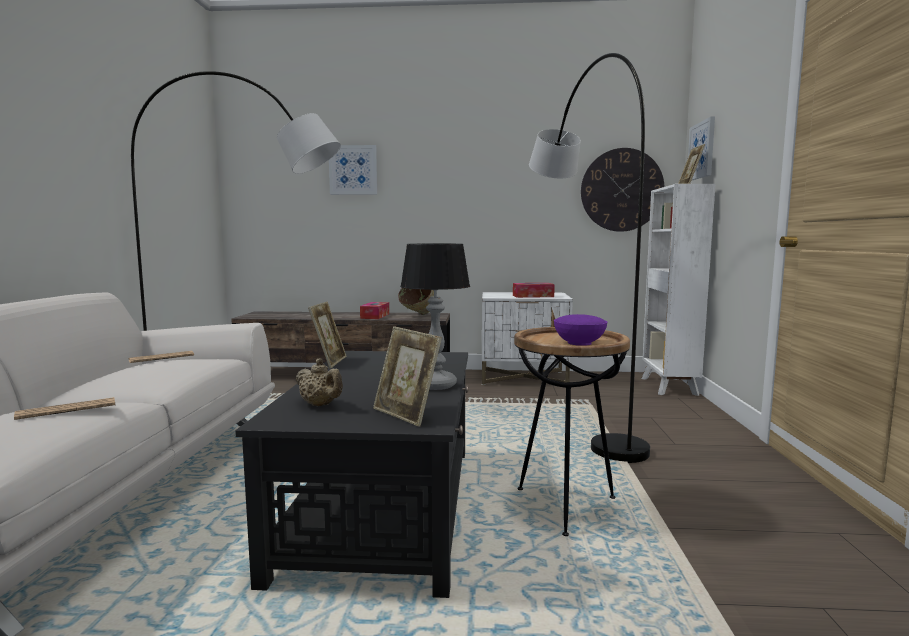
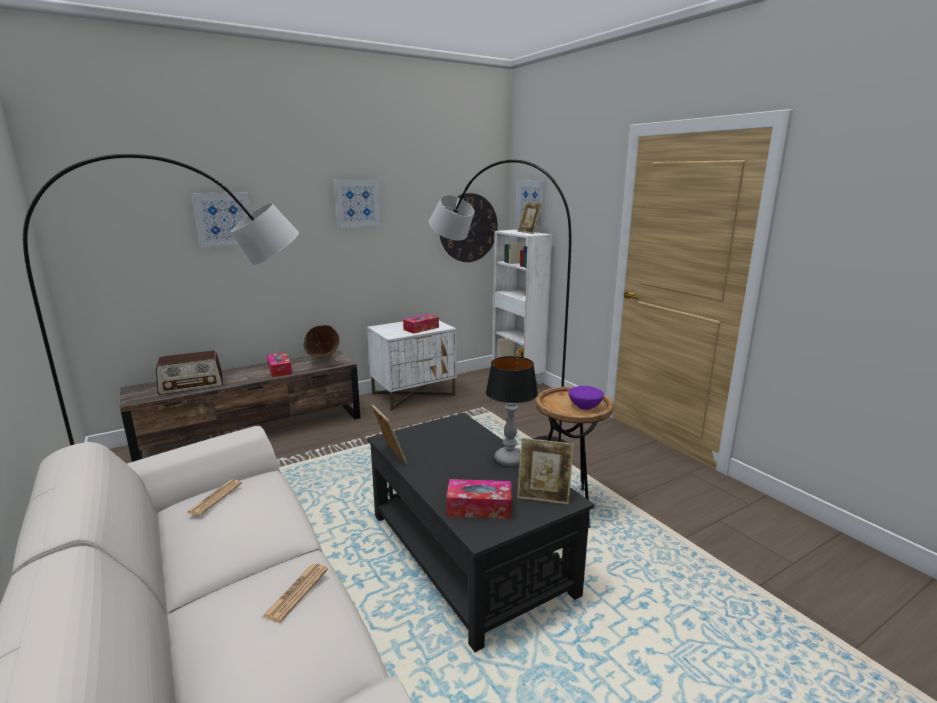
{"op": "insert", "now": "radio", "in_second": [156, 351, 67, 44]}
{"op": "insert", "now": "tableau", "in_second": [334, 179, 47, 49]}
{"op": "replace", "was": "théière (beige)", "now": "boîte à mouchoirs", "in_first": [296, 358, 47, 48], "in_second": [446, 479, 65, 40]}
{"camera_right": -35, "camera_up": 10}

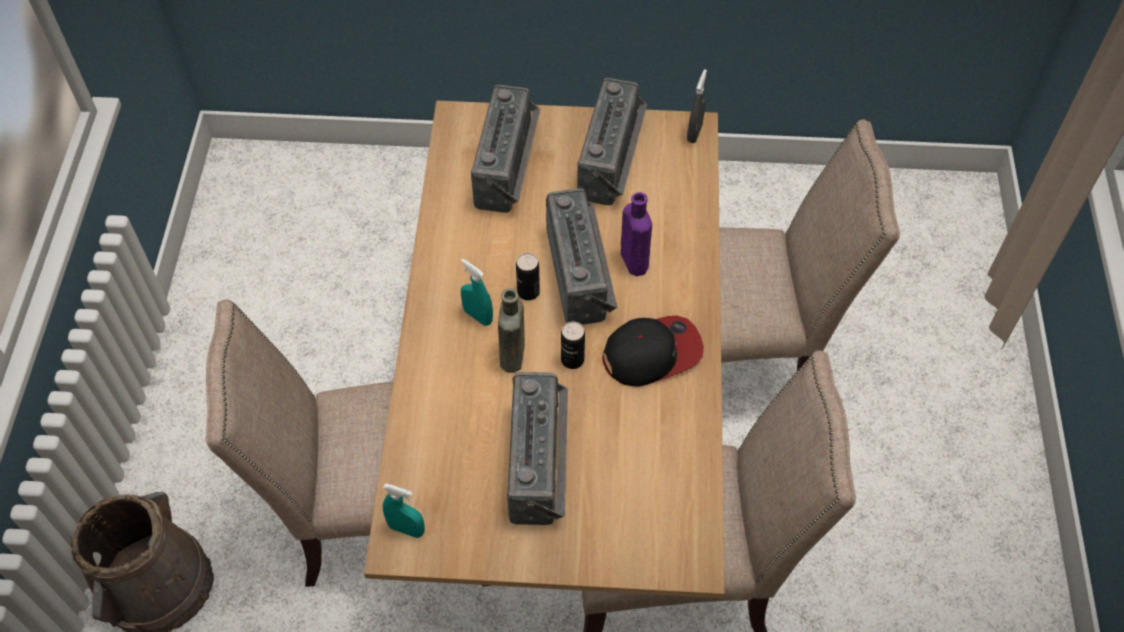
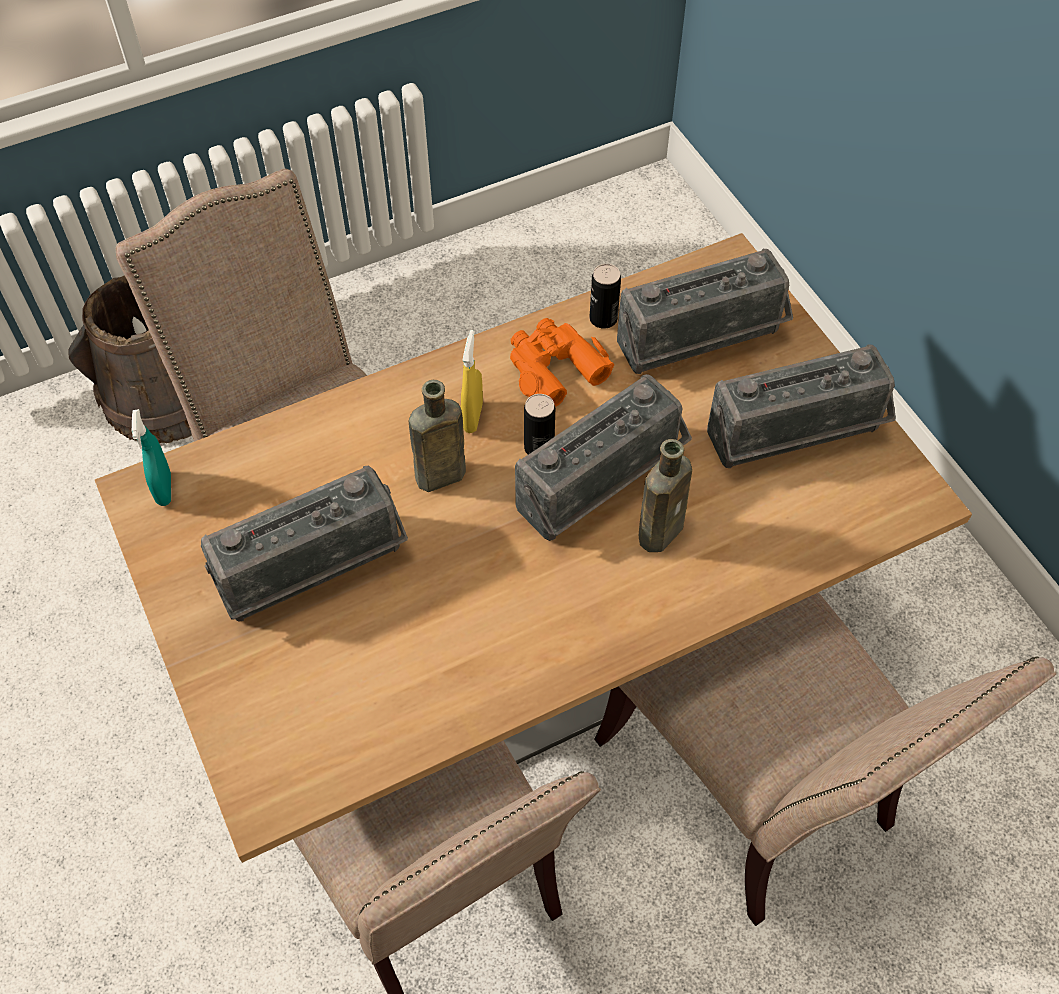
{"op": "delete", "was": "casquette", "in_first": [602, 316, 102, 71]}
{"op": "delete", "was": "vaporisateur (gris)", "in_first": [687, 69, 20, 74]}
{"op": "insert", "now": "jumelles (orange)", "in_second": [510, 318, 105, 89]}
{"op": "move", "was": "boîte métallique", "in_first": [561, 321, 24, 48], "in_second": [589, 264, 32, 65]}
{"op": "recolor", "was": "vaporisateur (turquoise)", "now": "vaporisateur (jaune)", "in_first": [461, 258, 32, 68], "in_second": [461, 330, 22, 103]}
{"op": "recolor", "was": "bouteille (violet)", "now": "bouteille (marron)", "in_first": [621, 192, 31, 84], "in_second": [639, 439, 53, 113]}
{"camera_right": 60, "camera_up": 0}

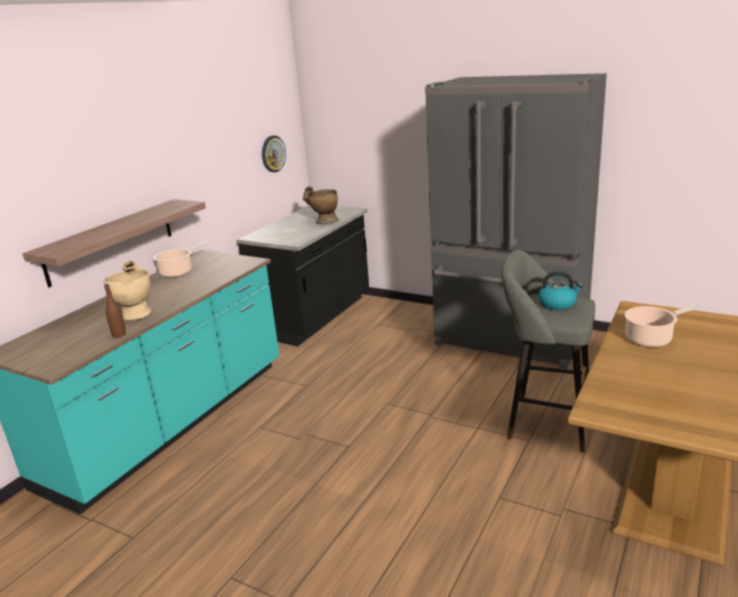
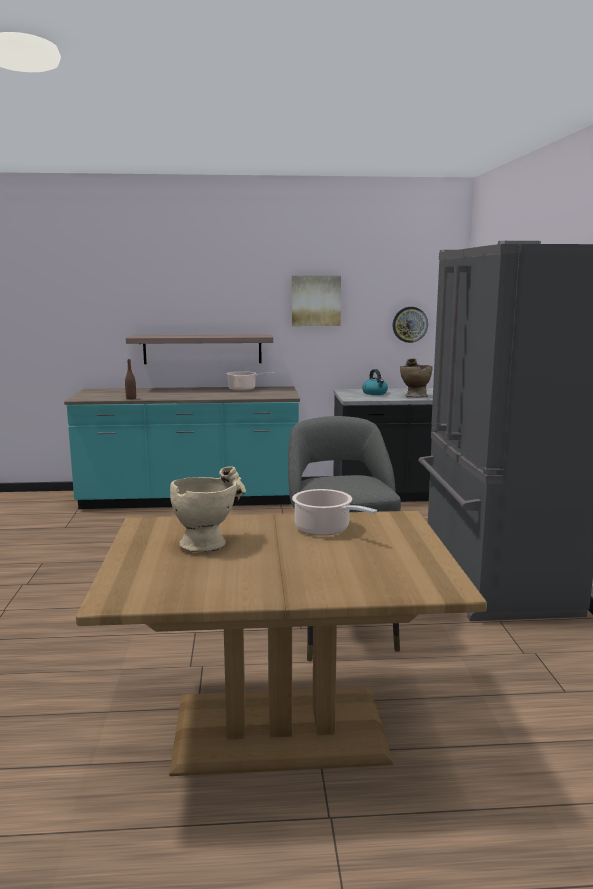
{"op": "insert", "now": "tableau", "in_second": [292, 276, 49, 50]}
{"op": "move", "was": "vase (beige)", "in_first": [103, 260, 48, 60], "in_second": [170, 466, 76, 86]}
{"op": "move", "was": "bouilloire", "in_first": [538, 271, 45, 39], "in_second": [362, 369, 26, 26]}
{"camera_right": 55, "camera_up": -10}

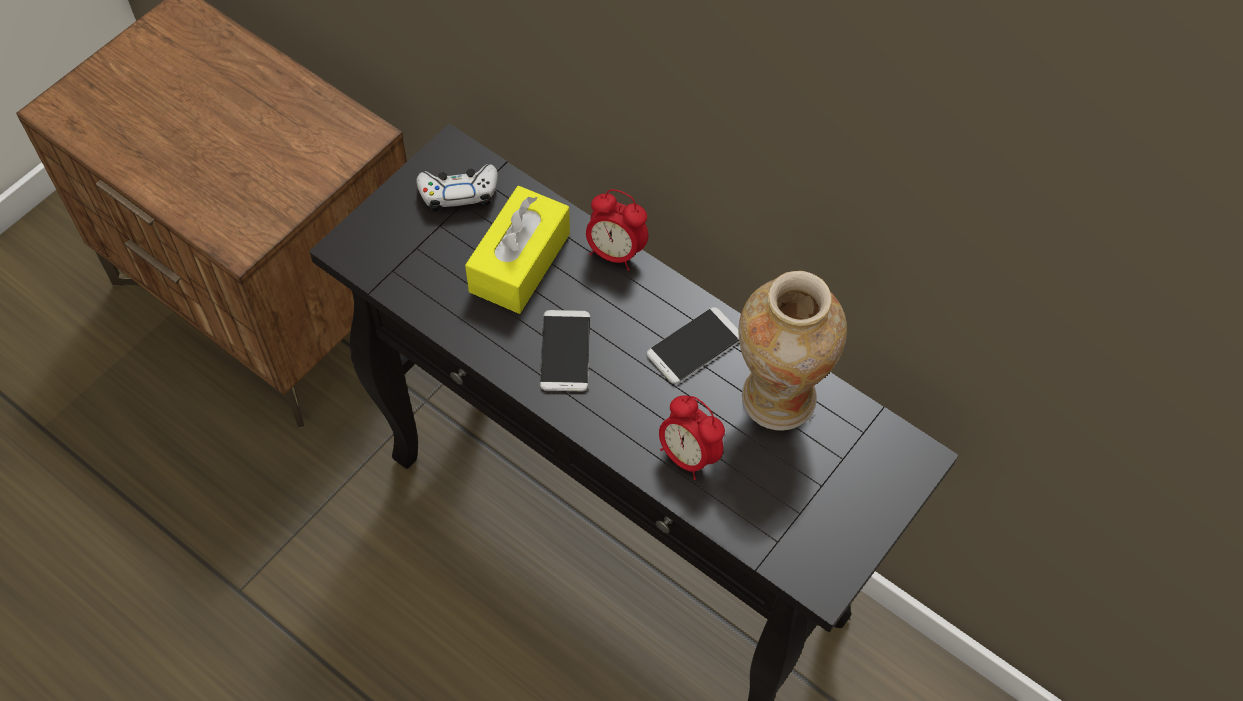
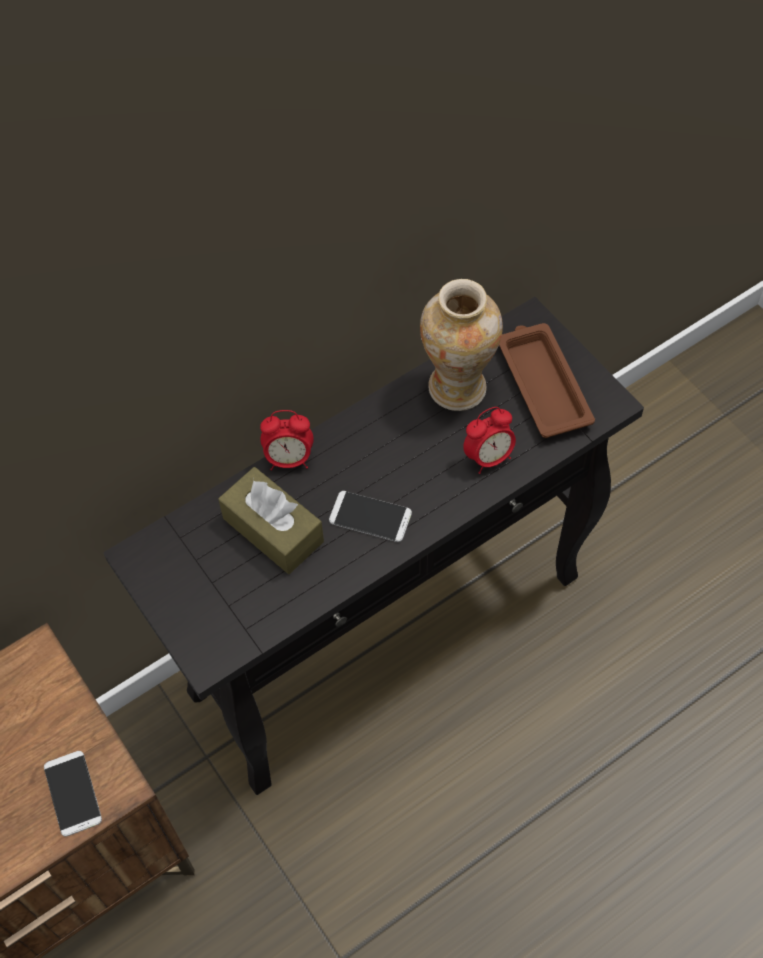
{"op": "delete", "was": "manette (blanc)", "in_first": [416, 164, 82, 48]}
{"op": "insert", "now": "plateau (marron)", "in_second": [499, 323, 96, 115]}
{"op": "move", "was": "téléphone", "in_first": [647, 307, 92, 77], "in_second": [44, 751, 58, 86]}
{"op": "recolor", "was": "boîte à mouchoirs (jaune)", "now": "boîte à mouchoirs (marron)", "in_first": [465, 186, 105, 128], "in_second": [218, 467, 106, 107]}
{"op": "rotate", "was": "réveil", "in_first": [586, 189, 62, 82], "in_second": [260, 410, 54, 61], "clockwise": 45}
{"camera_right": -70, "camera_up": 0}

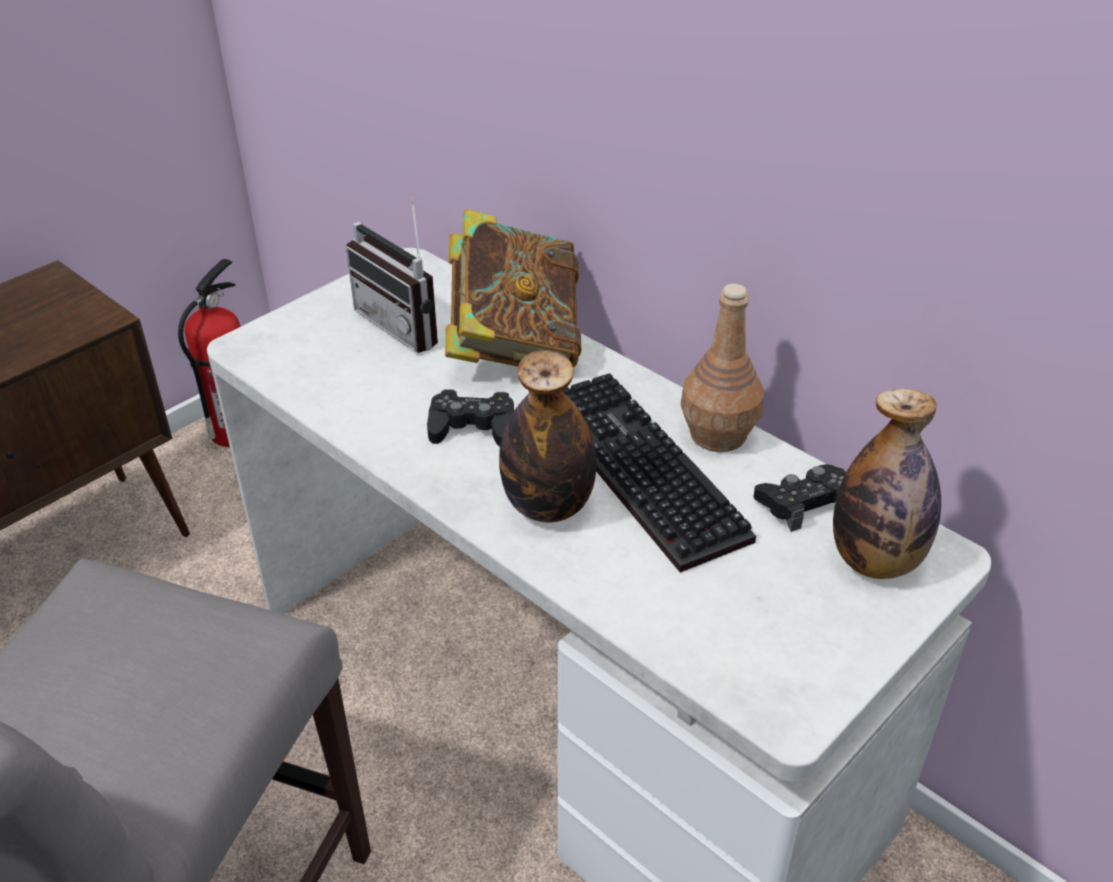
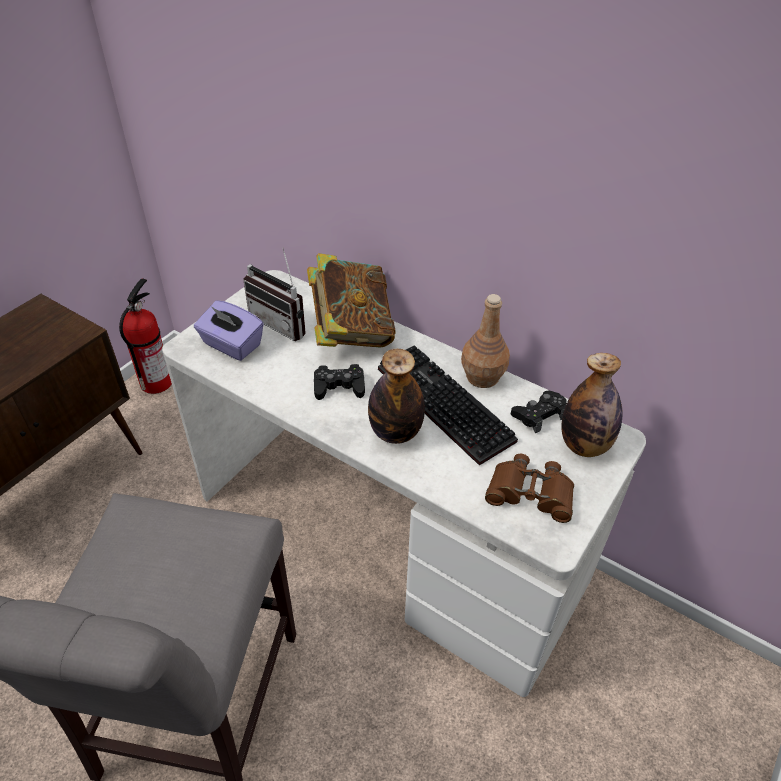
{"op": "insert", "now": "boîte à mouchoirs (violet)", "in_second": [194, 300, 70, 61]}
{"op": "insert", "now": "jumelles (marron)", "in_second": [485, 454, 89, 69]}
{"camera_right": -10, "camera_up": 5}

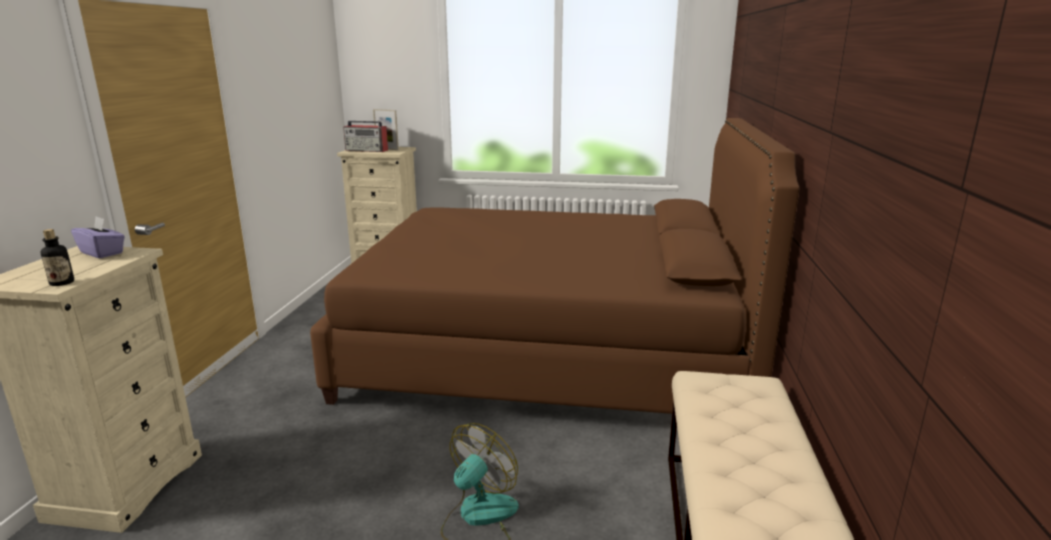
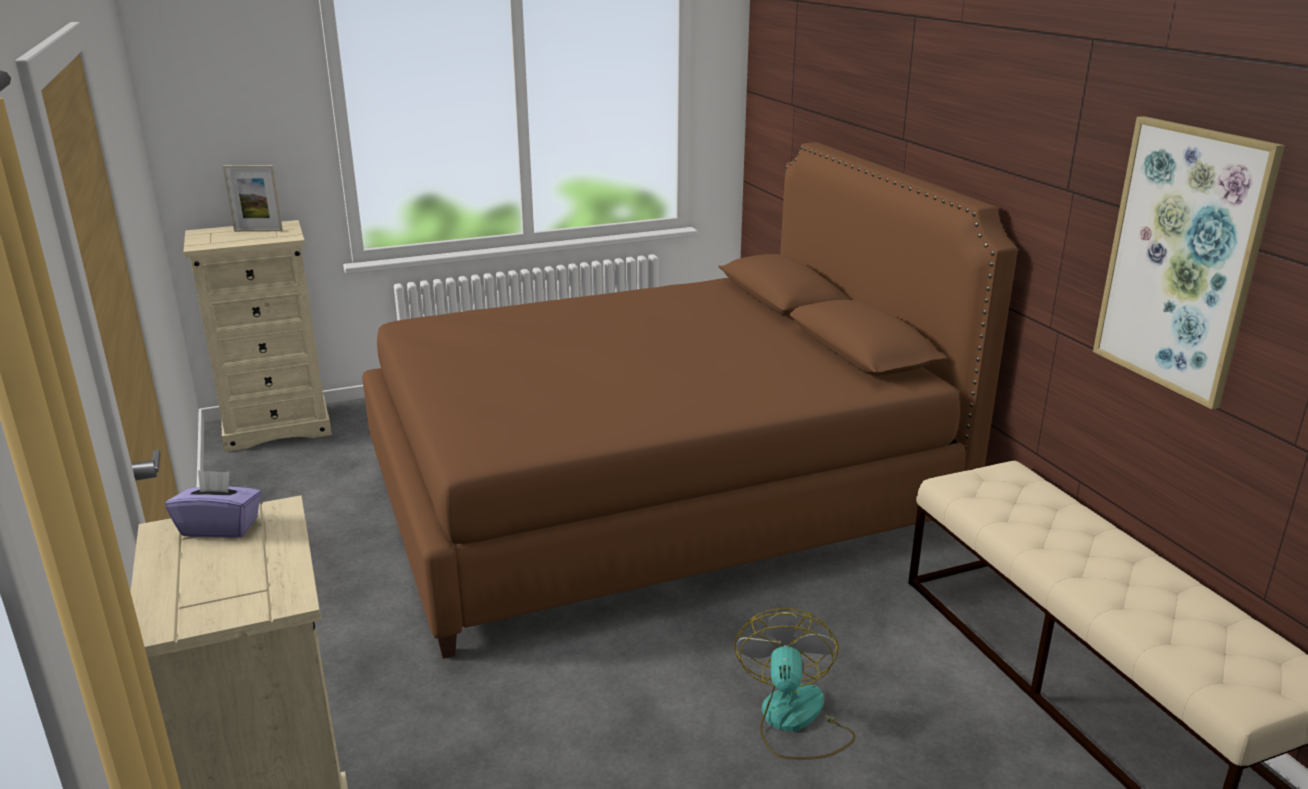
{"op": "delete", "was": "bouteille", "in_first": [41, 229, 33, 57]}
{"op": "delete", "was": "radio", "in_first": [343, 121, 45, 31]}
{"op": "insert", "now": "tableau", "in_second": [1093, 116, 192, 293]}
{"camera_right": -30, "camera_up": 5}

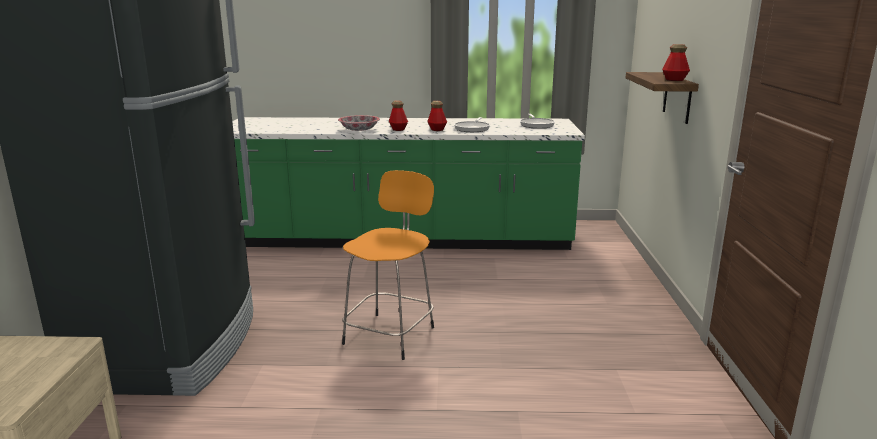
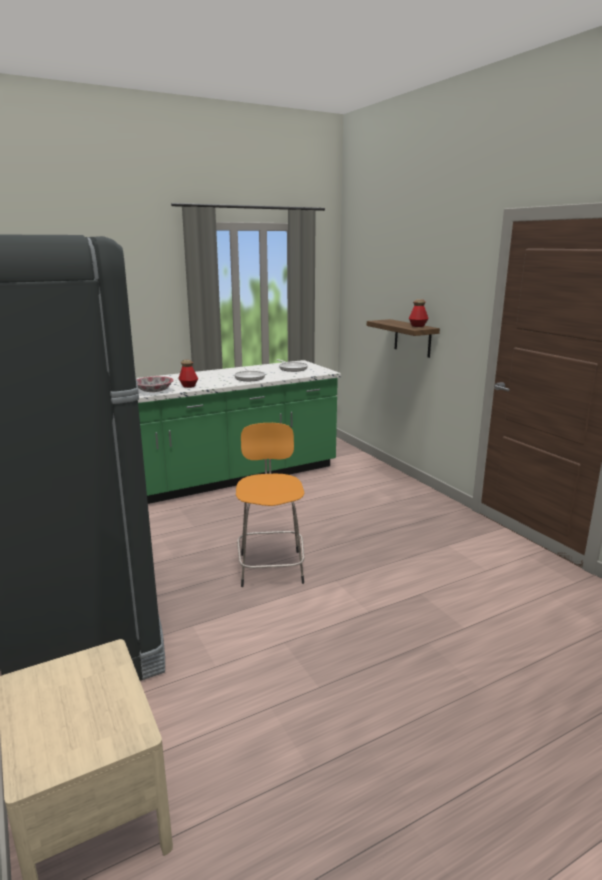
{"op": "delete", "was": "bouteille", "in_first": [427, 101, 20, 30]}
{"camera_right": -30, "camera_up": 0}

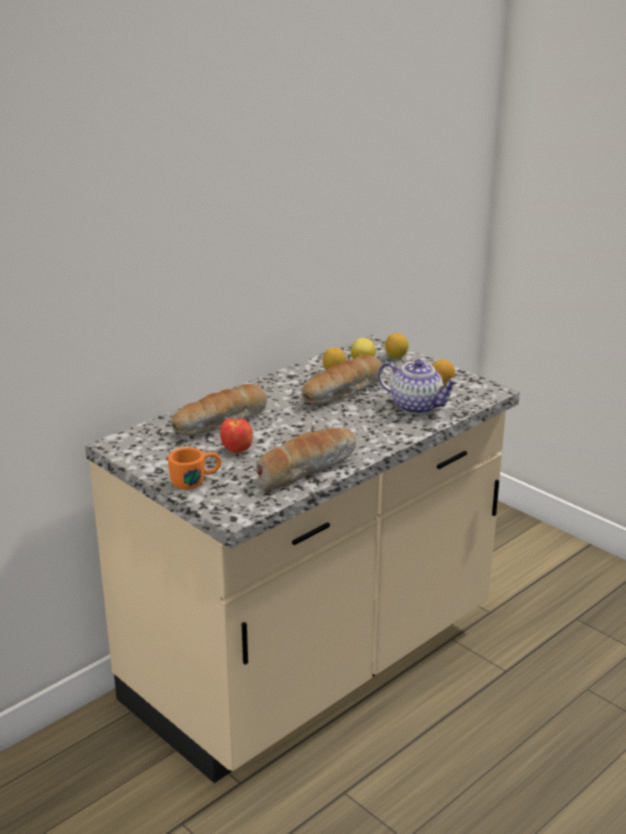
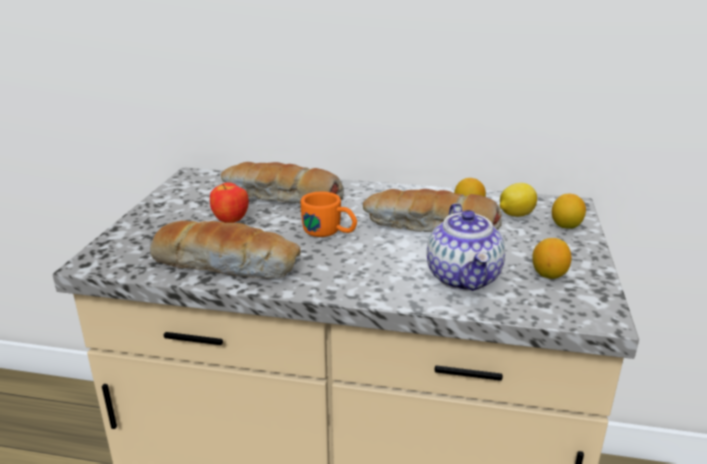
{"op": "move", "was": "mug (orange)", "in_first": [168, 447, 54, 42], "in_second": [300, 191, 57, 46]}
{"camera_right": 55, "camera_up": 0}

